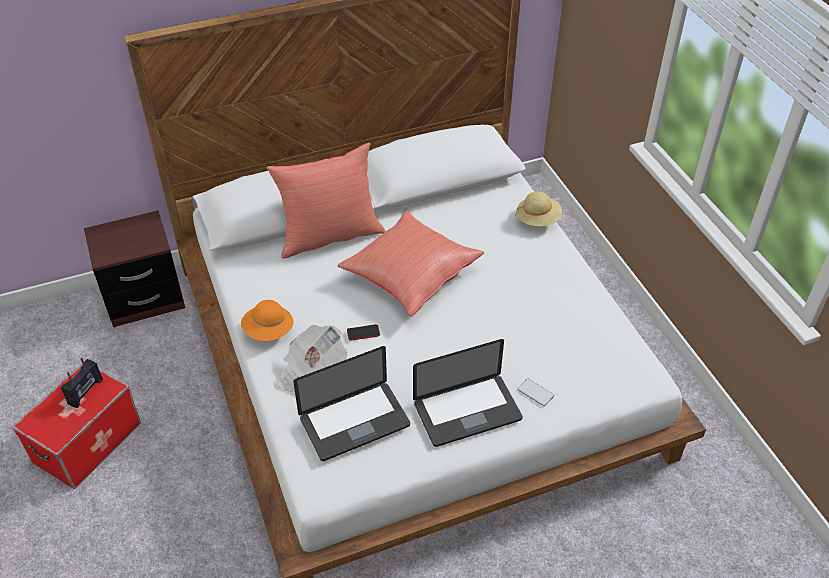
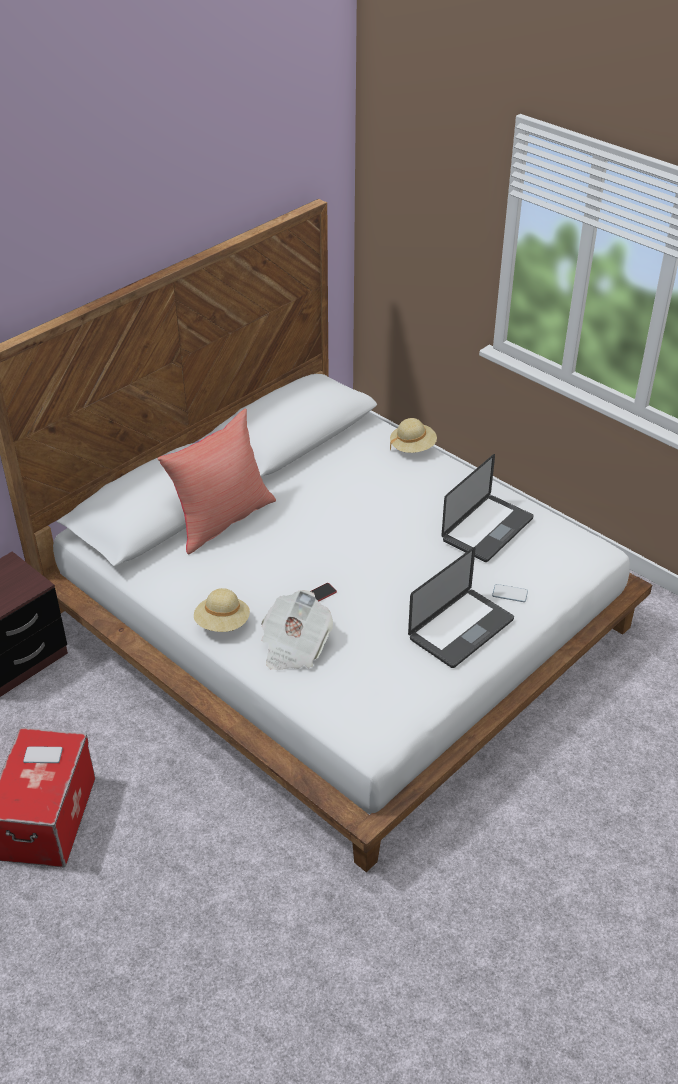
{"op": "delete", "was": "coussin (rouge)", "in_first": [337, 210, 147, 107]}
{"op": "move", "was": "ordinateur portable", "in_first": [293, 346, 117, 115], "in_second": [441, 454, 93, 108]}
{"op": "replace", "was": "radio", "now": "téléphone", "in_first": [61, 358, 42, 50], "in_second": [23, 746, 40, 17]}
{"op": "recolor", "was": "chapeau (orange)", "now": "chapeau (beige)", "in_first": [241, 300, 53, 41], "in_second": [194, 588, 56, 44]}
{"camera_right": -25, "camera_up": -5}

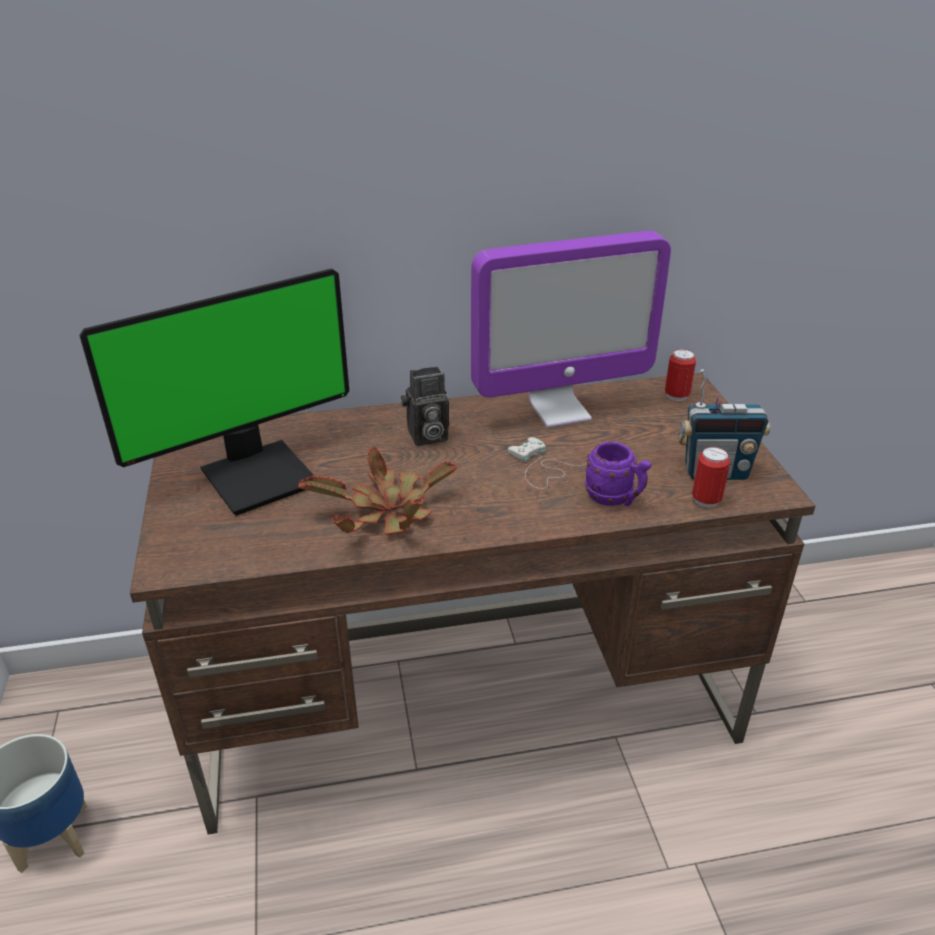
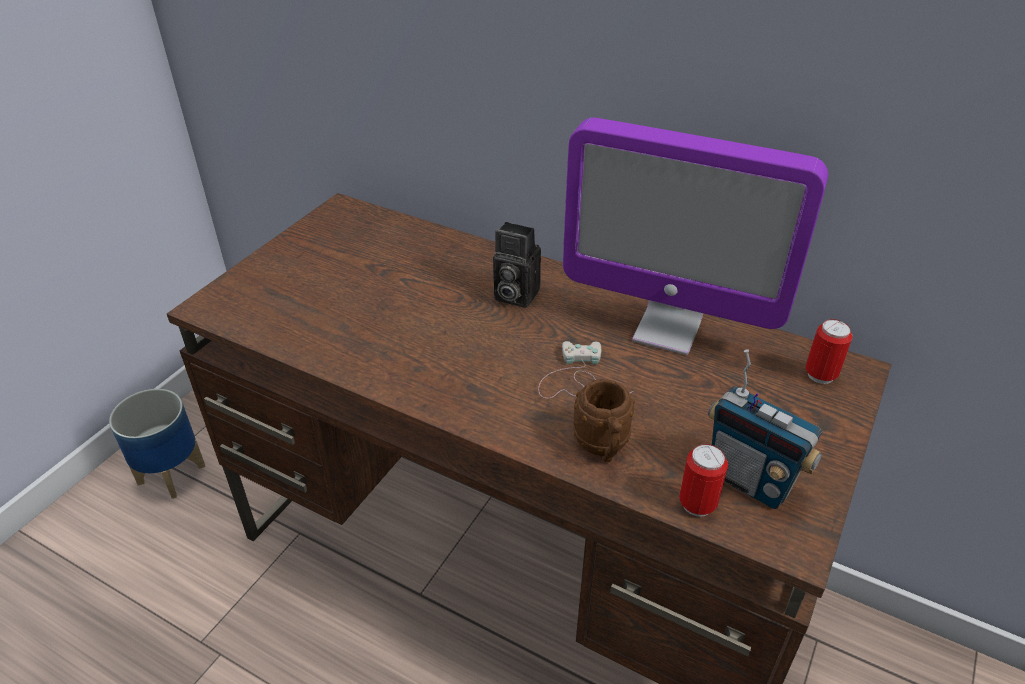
{"op": "delete", "was": "écran d'ordinateur", "in_first": [79, 268, 270, 248]}
{"op": "delete", "was": "plante en pot", "in_first": [298, 447, 160, 88]}
{"op": "recolor", "was": "mug (violet)", "now": "mug (marron)", "in_first": [585, 442, 66, 64], "in_second": [574, 379, 61, 83]}
{"camera_right": 40, "camera_up": 5}

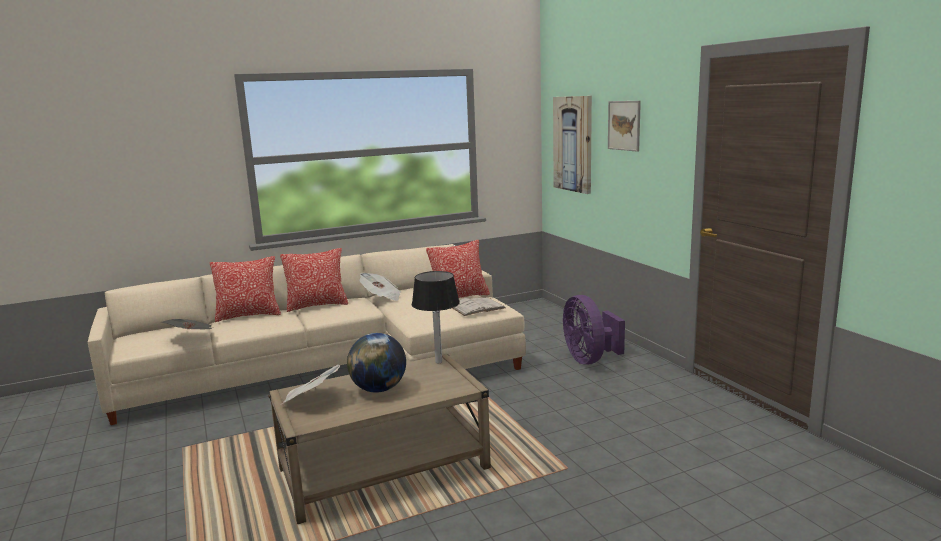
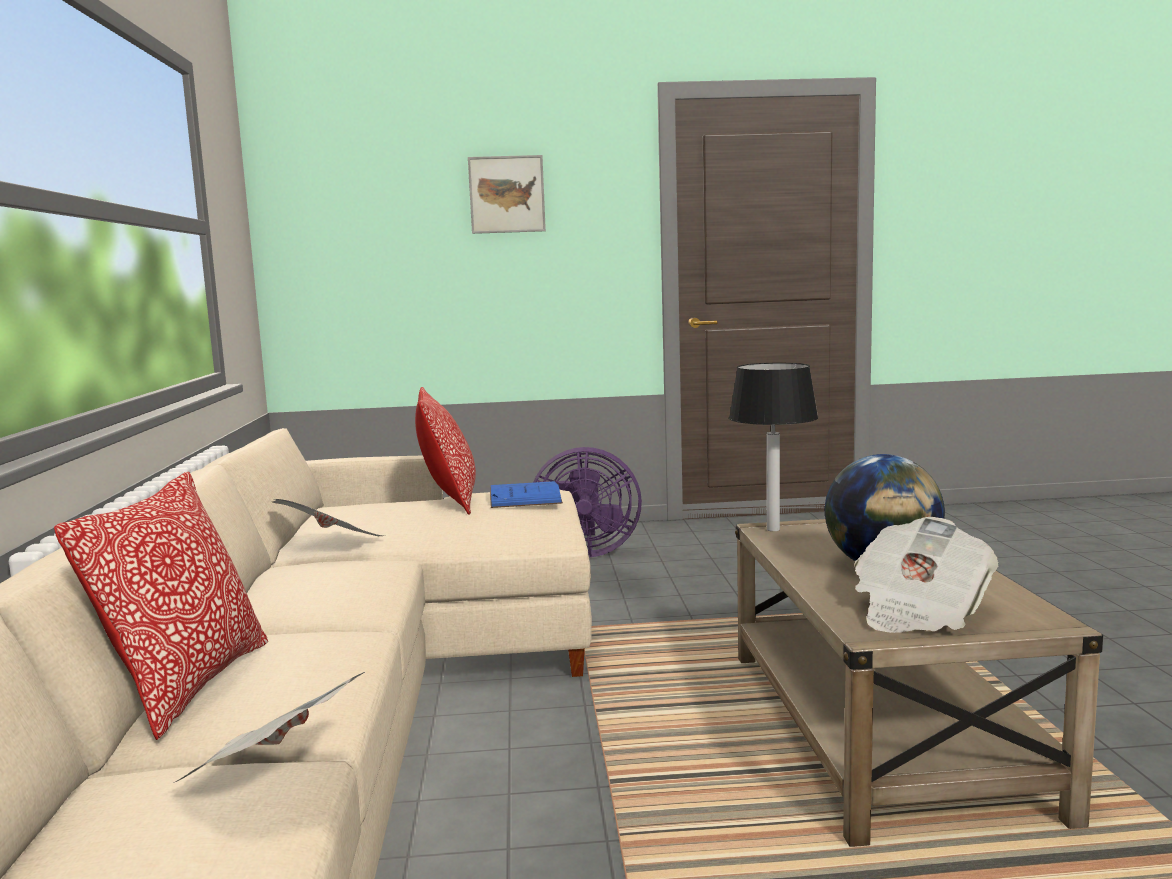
{"op": "delete", "was": "coussin", "in_first": [280, 248, 68, 64]}
{"op": "delete", "was": "tableau", "in_first": [553, 96, 39, 98]}
{"op": "recolor", "was": "livre (blanc)", "now": "livre (bleu)", "in_first": [452, 297, 54, 19], "in_second": [490, 481, 73, 27]}
{"camera_right": -70, "camera_up": -5}

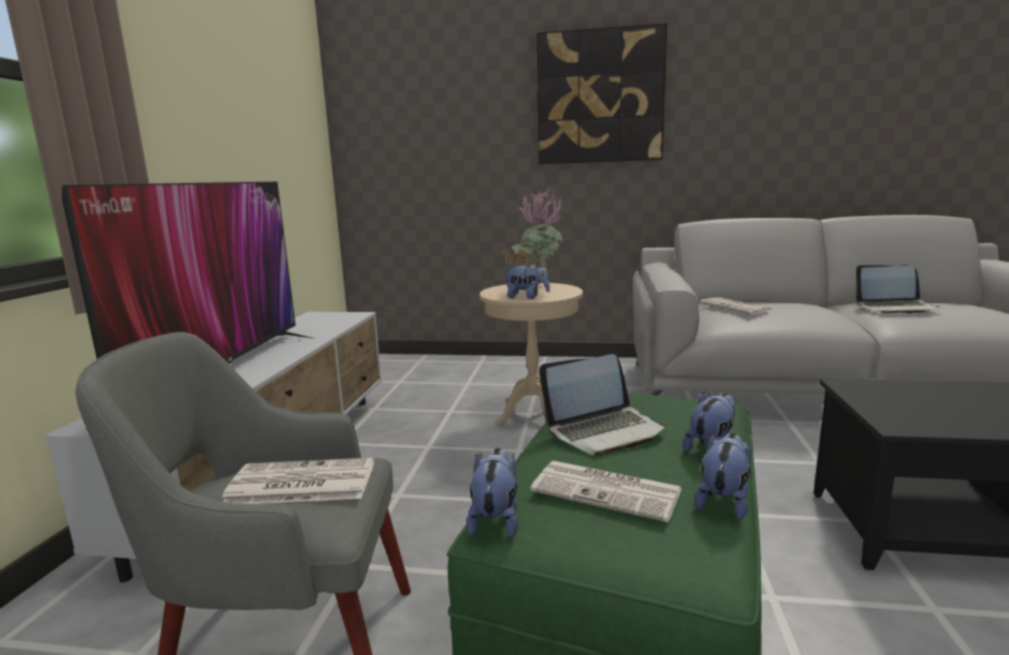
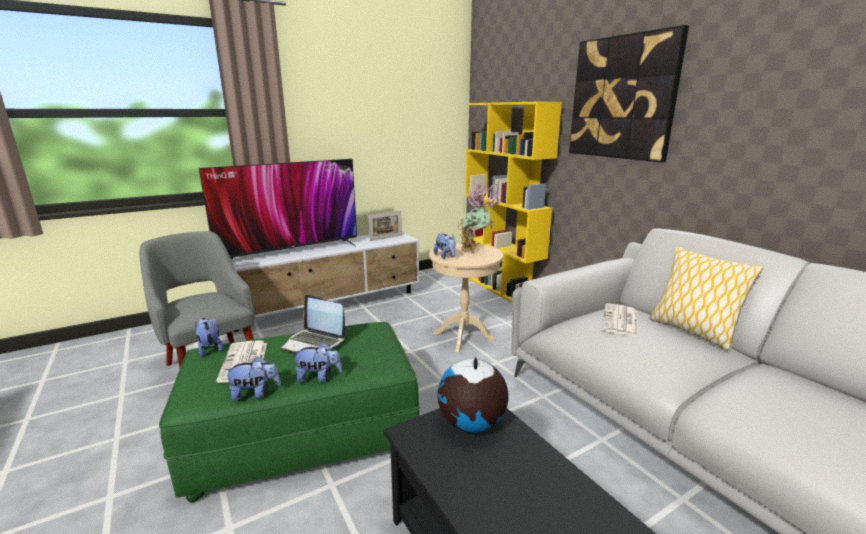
{"op": "delete", "was": "journal", "in_first": [222, 458, 152, 46]}
{"op": "delete", "was": "ordinateur portable", "in_first": [854, 265, 87, 48]}
{"op": "insert", "now": "cadre photo", "in_second": [368, 210, 34, 31]}
{"op": "insert", "now": "globe", "in_second": [437, 356, 72, 77]}
{"op": "insert", "now": "bibliothèque (jaune)", "in_second": [465, 102, 97, 200]}
{"op": "insert", "now": "coussin", "in_second": [649, 246, 114, 105]}
{"op": "rotate", "was": "peluche", "in_first": [466, 448, 52, 90], "in_second": [195, 318, 29, 39], "clockwise": -90}
{"camera_right": 50, "camera_up": 5}

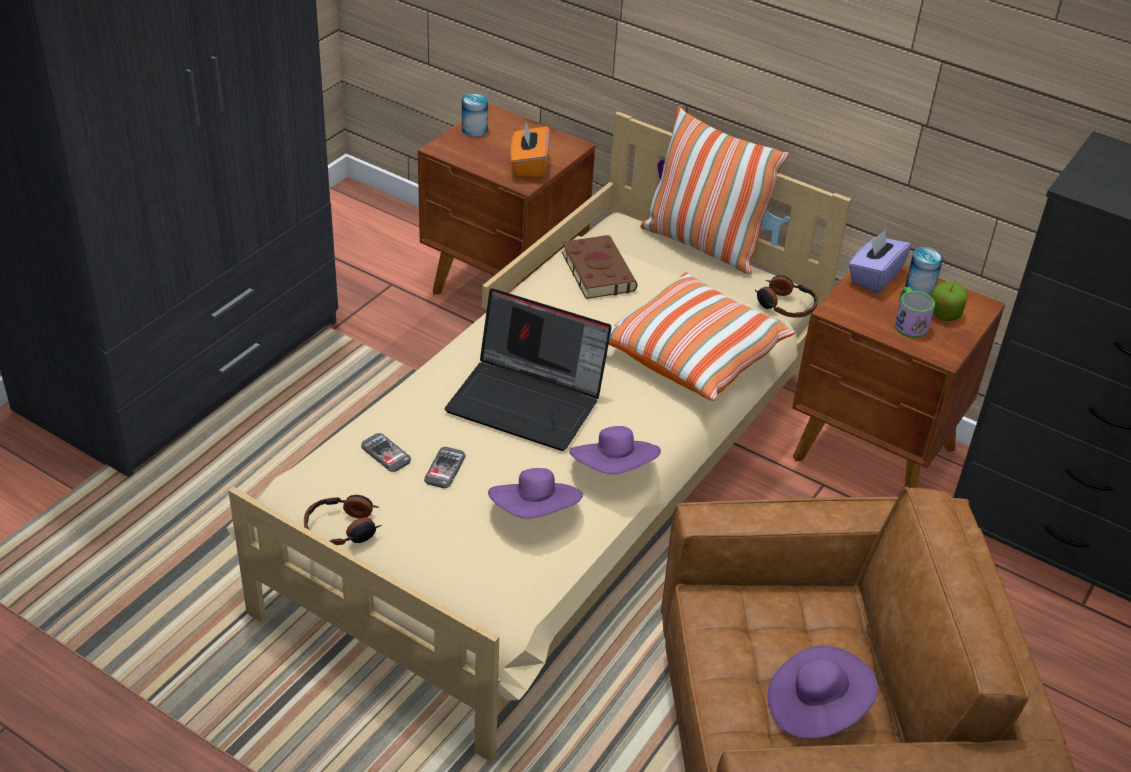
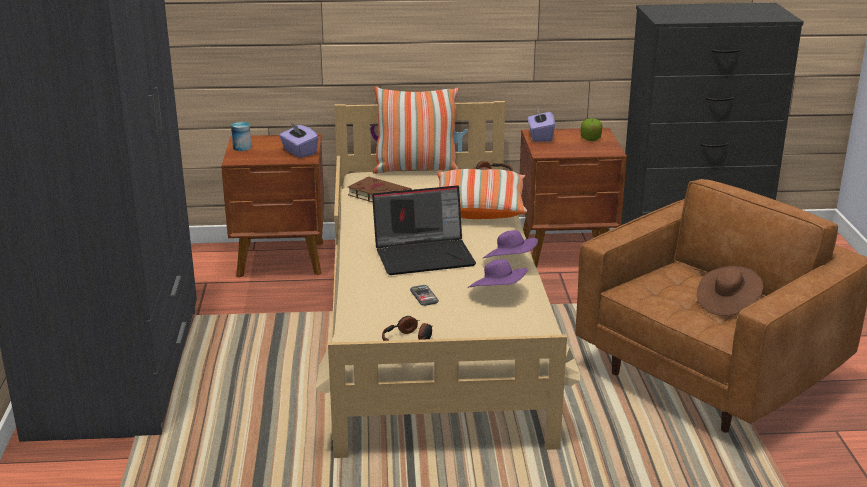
{"op": "delete", "was": "téléphone", "in_first": [361, 433, 50, 39]}
{"op": "delete", "was": "mug", "in_first": [894, 287, 41, 51]}
{"op": "delete", "was": "boîte métallique", "in_first": [905, 247, 38, 49]}
{"op": "recolor", "was": "boîte à mouchoirs (orange)", "now": "boîte à mouchoirs (violet)", "in_first": [511, 121, 39, 58], "in_second": [279, 121, 40, 37]}
{"op": "recolor", "was": "chapeau (violet)", "now": "chapeau (marron)", "in_first": [768, 645, 110, 94], "in_second": [697, 266, 66, 50]}
{"camera_right": -35, "camera_up": -15}

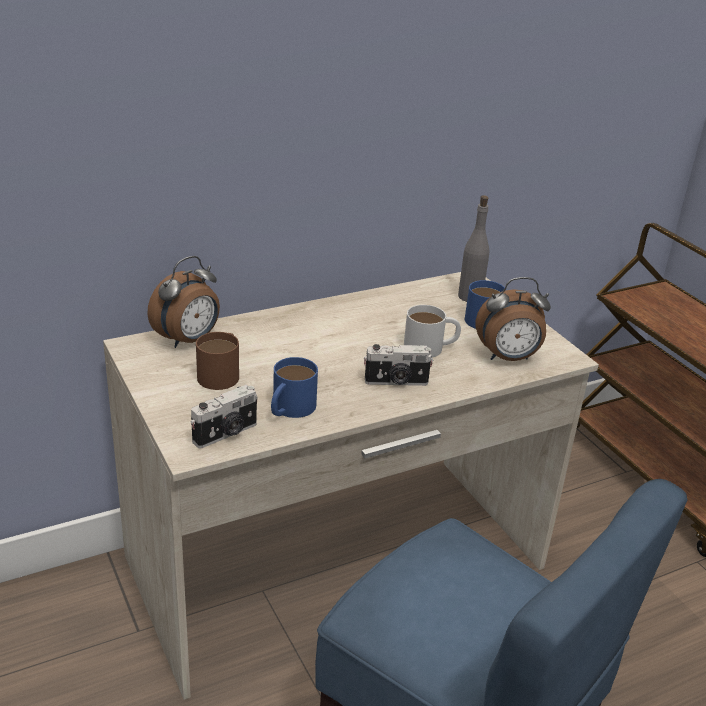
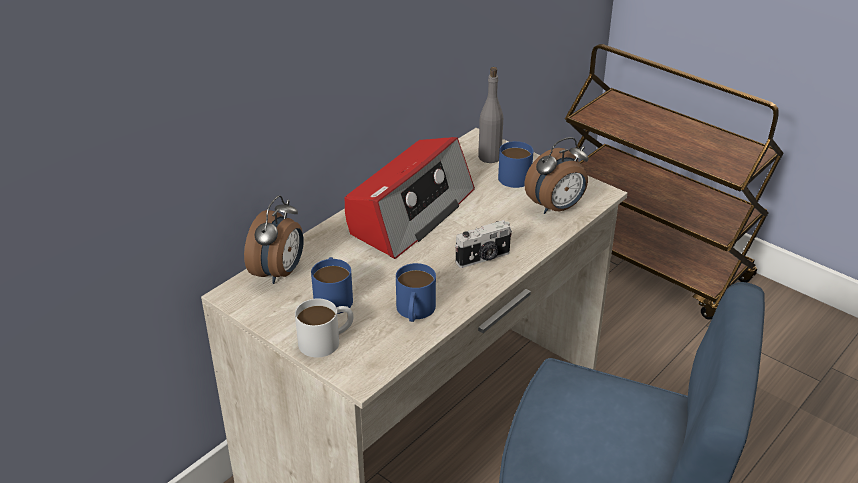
{"op": "delete", "was": "appareil photo", "in_first": [191, 384, 67, 64]}
{"op": "insert", "now": "radio", "in_second": [345, 137, 130, 122]}
{"op": "move", "was": "mug (blanc)", "in_first": [404, 305, 57, 53], "in_second": [295, 298, 58, 59]}
{"op": "recolor", "was": "mug (marron)", "now": "mug (bleu)", "in_first": [196, 332, 43, 58], "in_second": [311, 257, 42, 57]}
{"camera_right": -20, "camera_up": 5}

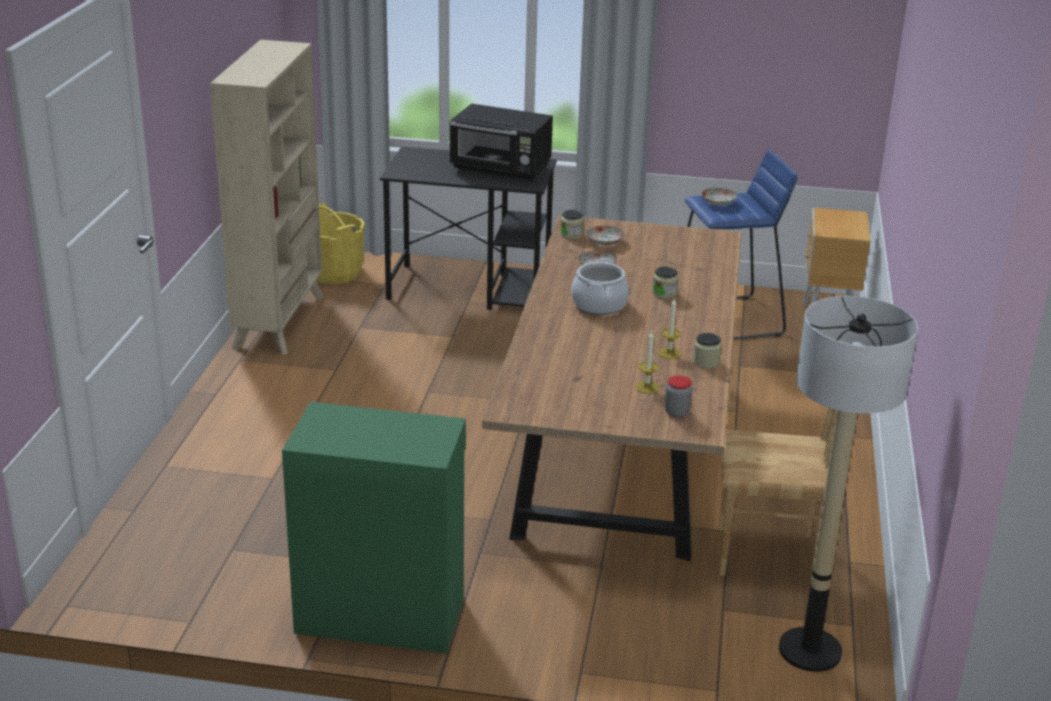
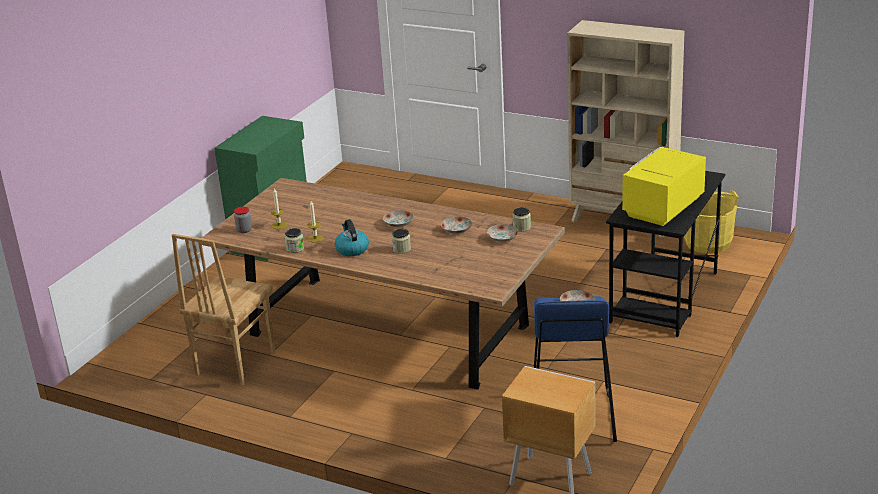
{"op": "delete", "was": "lampadaire", "in_first": [779, 296, 139, 376]}
{"op": "insert", "now": "bouilloire", "in_second": [335, 219, 34, 37]}
{"op": "replace", "was": "marmite", "now": "assiette", "in_first": [571, 258, 58, 57], "in_second": [383, 210, 31, 17]}
{"op": "recolor", "was": "micro-ondes (noir)", "now": "micro-ondes (jaune)", "in_first": [449, 103, 104, 78], "in_second": [622, 147, 84, 79]}
{"camera_right": 110, "camera_up": 0}

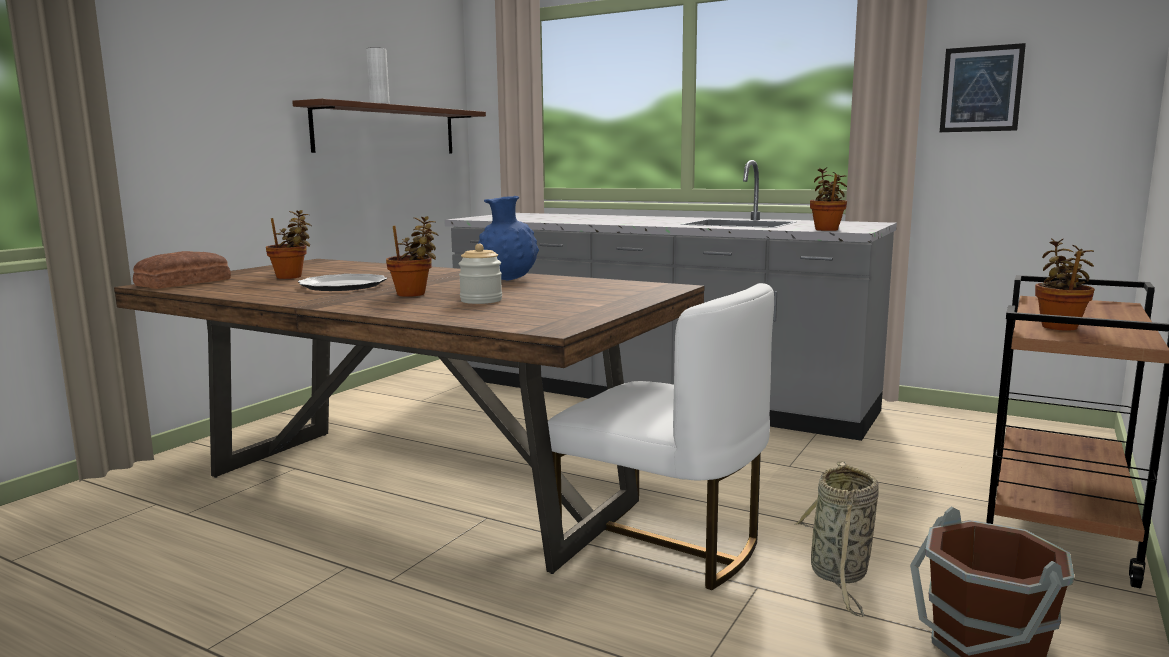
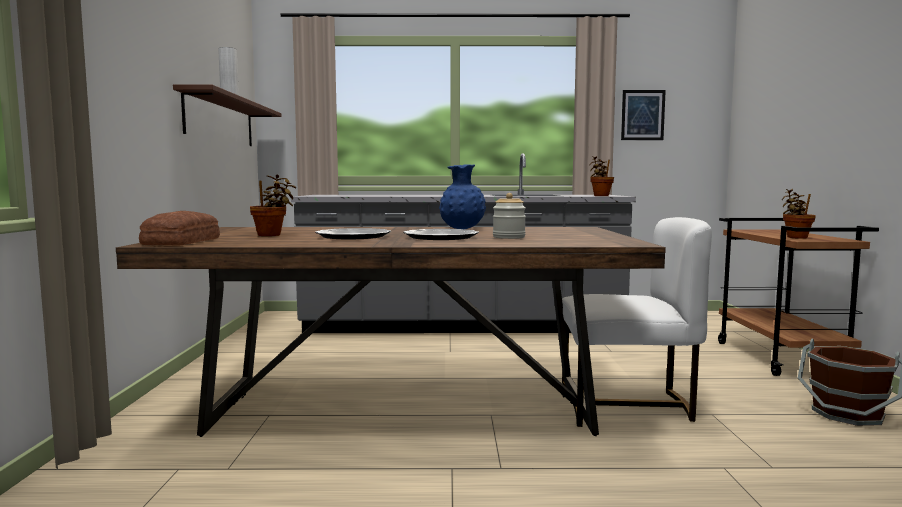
{"op": "delete", "was": "panier", "in_first": [794, 461, 85, 156]}
{"op": "replace", "was": "plante en pot", "now": "assiette", "in_first": [386, 216, 52, 81], "in_second": [403, 229, 76, 11]}
{"camera_right": -30, "camera_up": -5}

